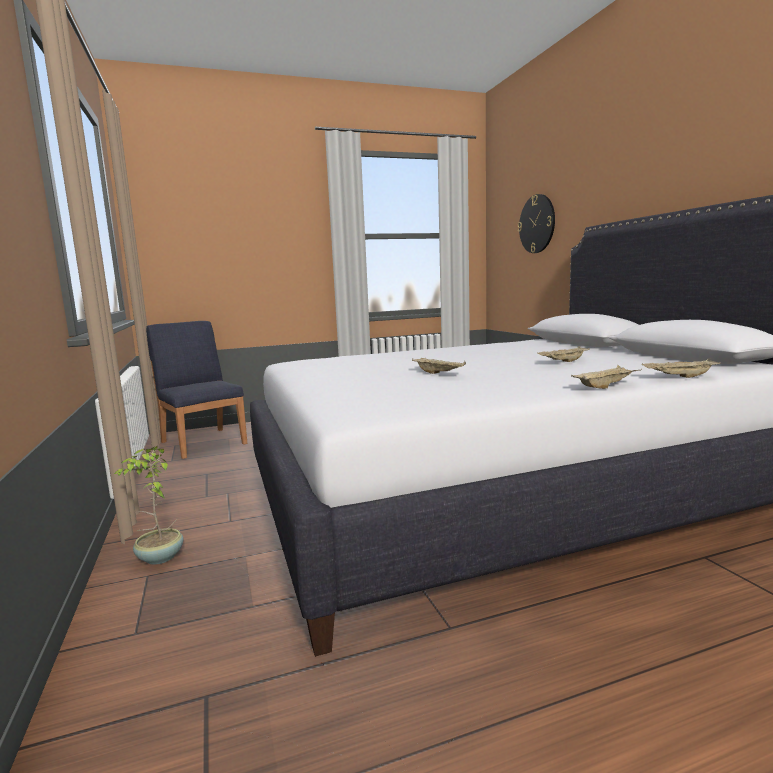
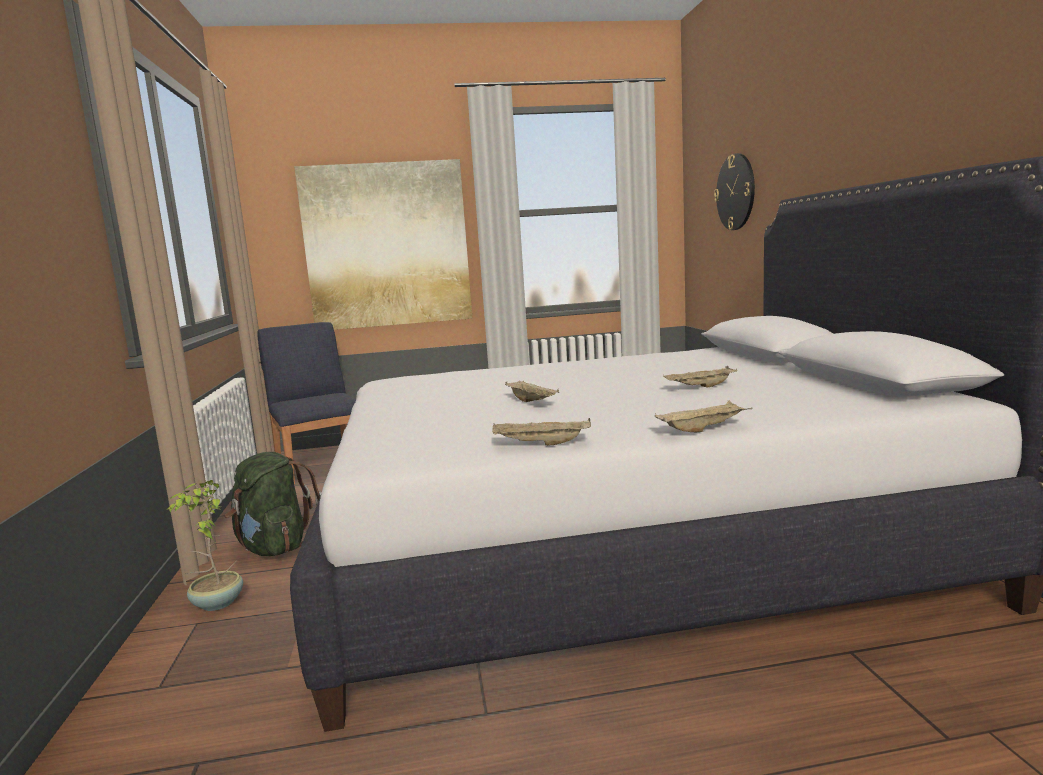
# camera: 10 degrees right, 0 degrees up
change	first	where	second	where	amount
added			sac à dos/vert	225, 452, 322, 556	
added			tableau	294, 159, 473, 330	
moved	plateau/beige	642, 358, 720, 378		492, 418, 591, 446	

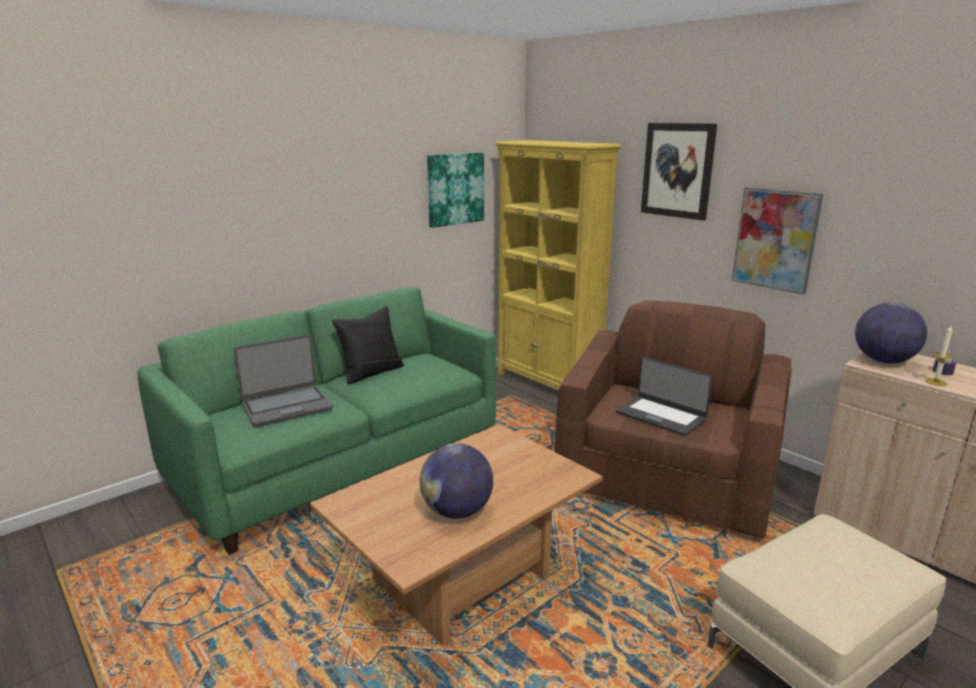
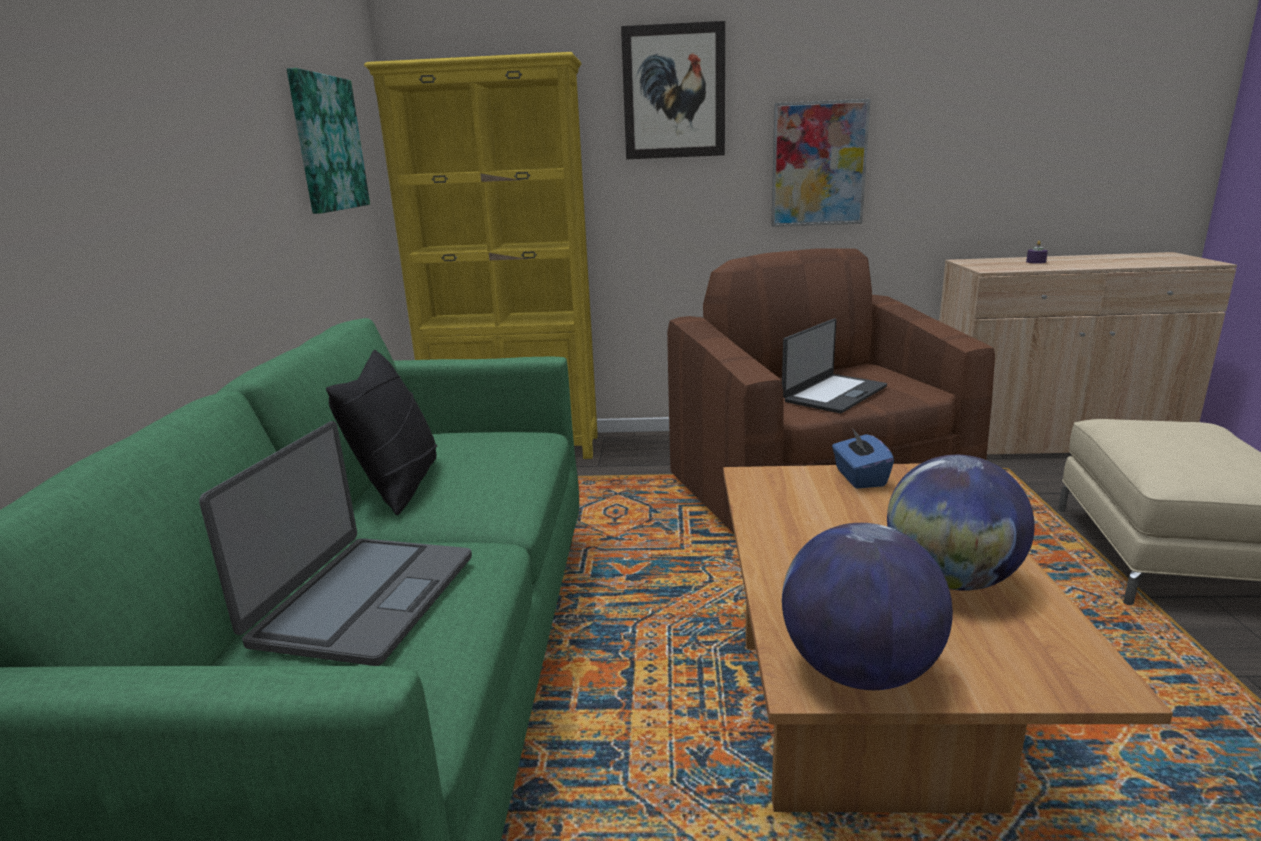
# camera: 45 degrees left, 0 degrees up
change	first	where	second	where	amount
removed	bougie	925, 326, 953, 386			
added			boîte à mouchoirs/bleu	832, 429, 894, 488	
moved	globe	855, 303, 927, 363		782, 523, 953, 690	
turned	ordinateur portable	616, 357, 713, 436		782, 319, 887, 414	45 degrees counterclockwise

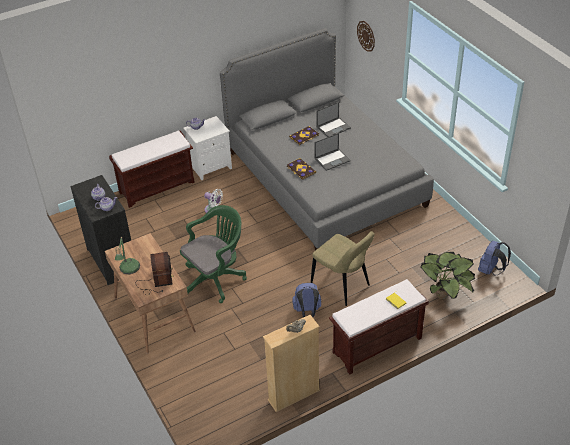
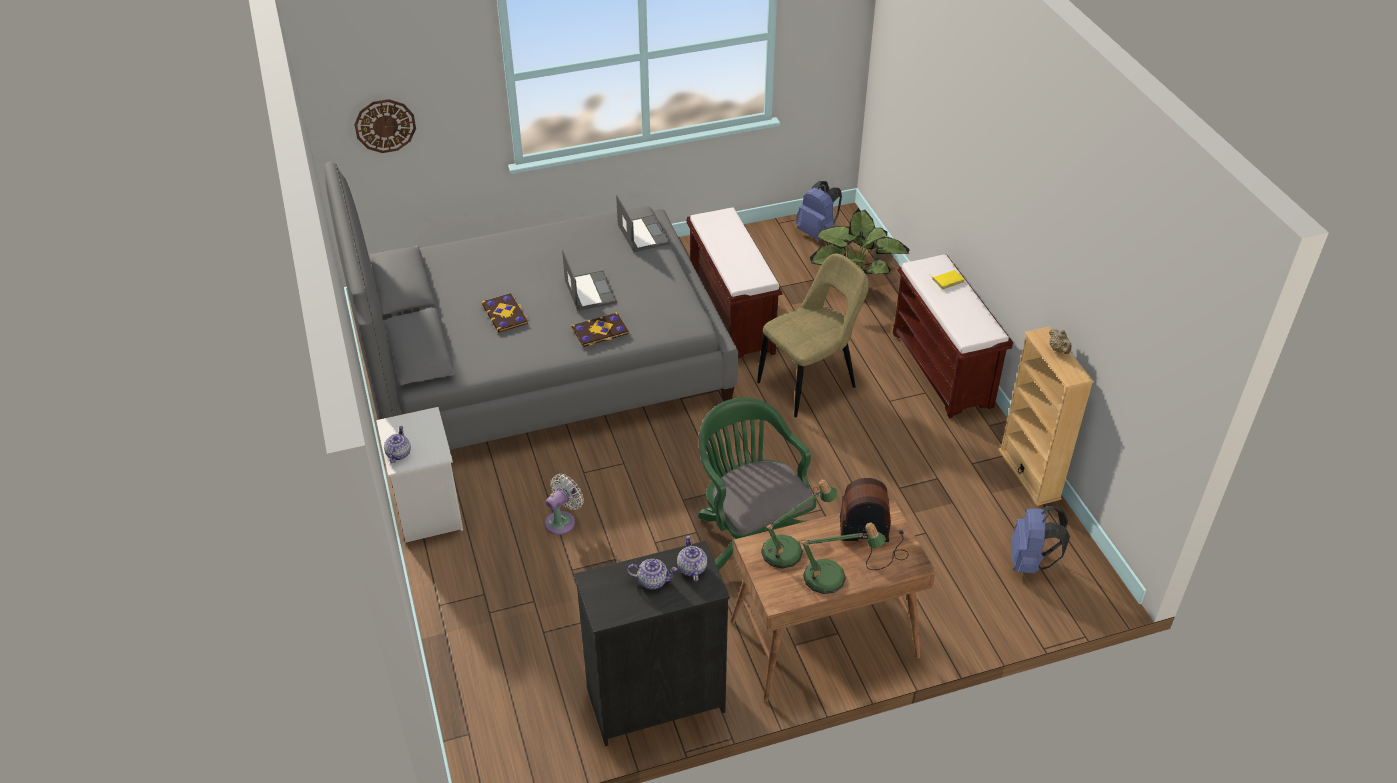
# camera: 80 degrees left, 0 degrees up
change	first	where	second	where	amount
added			lampe de table	761, 480, 838, 569	
moved	banc/marron	109, 130, 195, 208		687, 208, 782, 359	
moved	sac à dos/bleu	292, 283, 321, 317		1011, 506, 1070, 574	
moved	ordinateur portable	316, 102, 351, 137		616, 195, 670, 252	

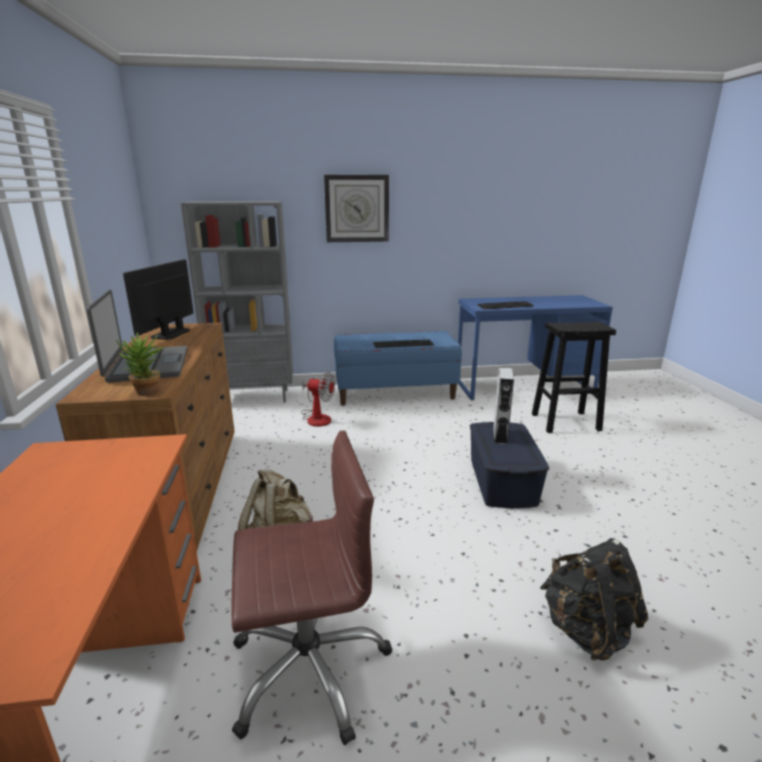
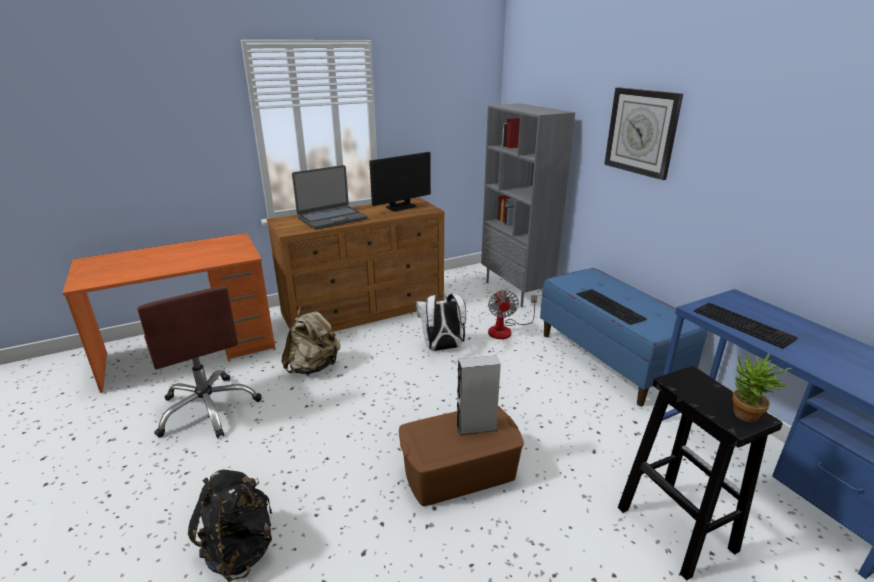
# camera: 70 degrees right, 5 degrees up
change	first	where	second	where	amount
added			sac à dos/blanc	416, 294, 466, 351	
moved	plante en pot	116, 333, 164, 396		732, 353, 792, 422	
recoloured	boîte de rangement/bleu	470, 422, 549, 508	boîte de rangement/marron	399, 406, 524, 506	
turned	écran d'ordinateur	123, 260, 194, 340		369, 152, 431, 211	150 degrees clockwise

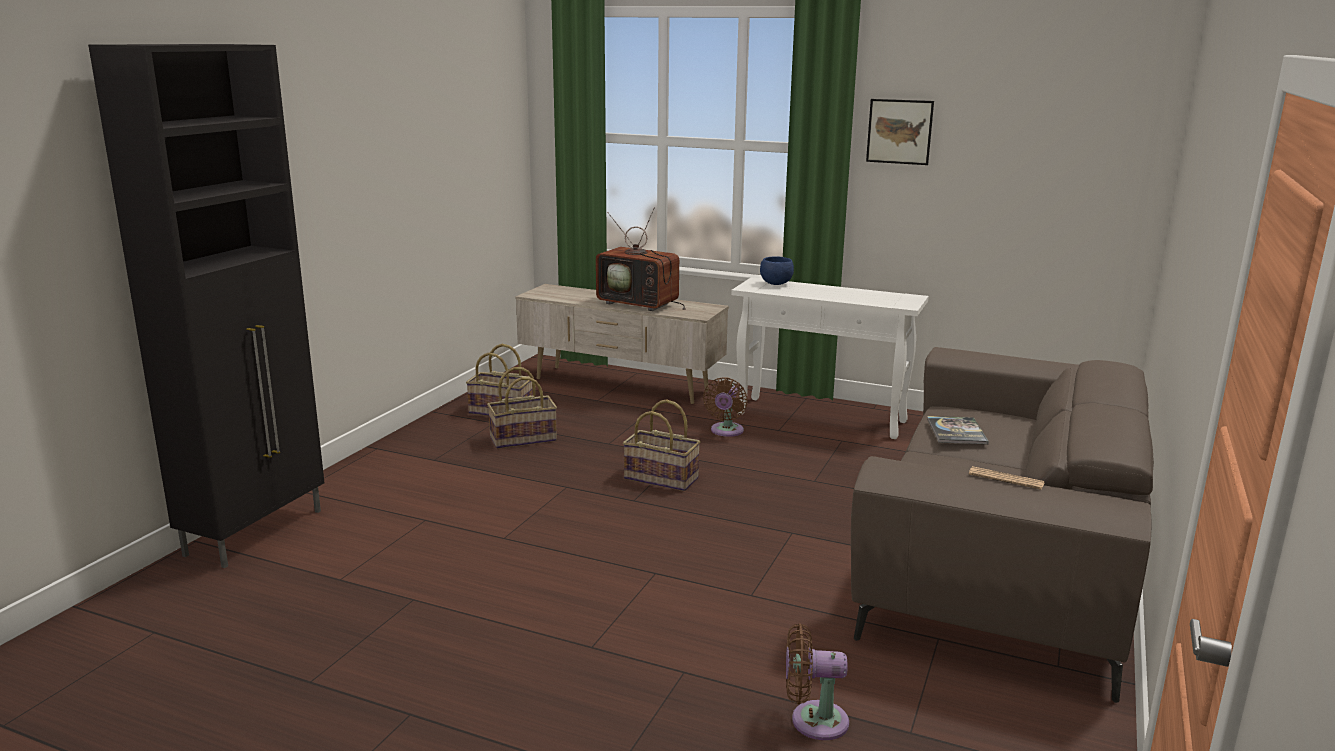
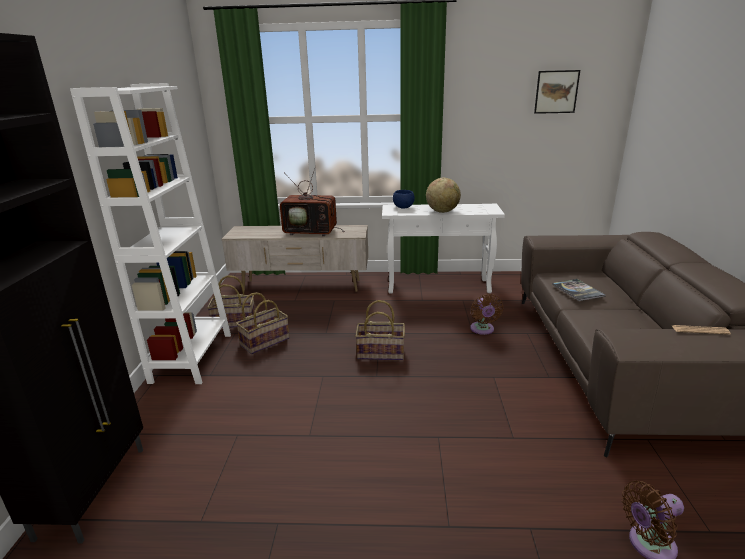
# camera: 20 degrees left, 5 degrees up
change	first	where	second	where	amount
added			bibliothèque/blanc	70, 83, 231, 384	
added			globe	426, 178, 461, 213	
moved	ventilateur/marron	703, 378, 748, 437		470, 294, 503, 335	
moved	tableau	866, 99, 934, 165		534, 70, 580, 114	

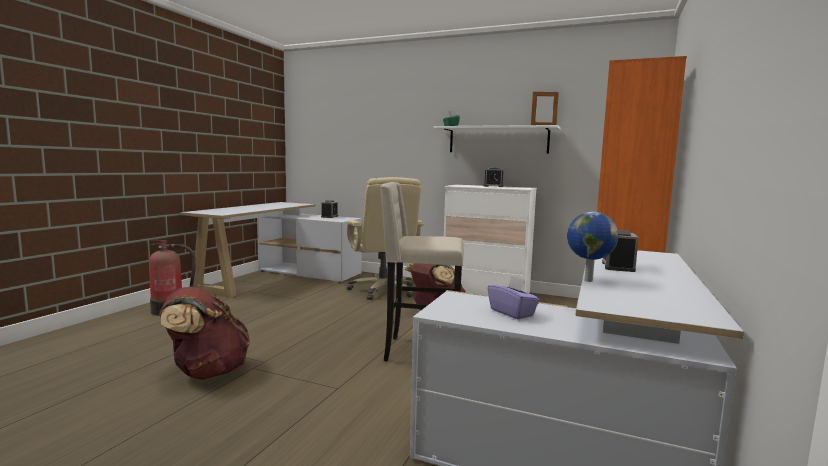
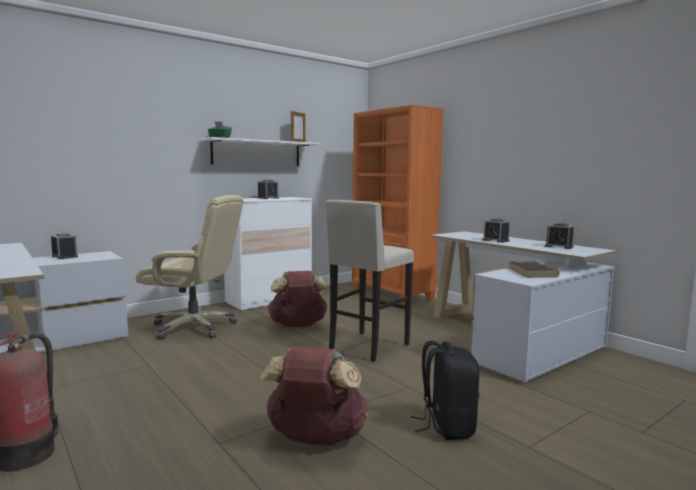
# camera: 60 degrees left, 0 degrees up
change	first	where	second	where	amount
removed	globe	567, 212, 618, 282			
added			sac à dos/noir	410, 341, 479, 440	
added			réveil	545, 223, 574, 249	
replaced	boîte à mouchoirs/violet	488, 275, 540, 319	livre/marron	508, 261, 559, 278	

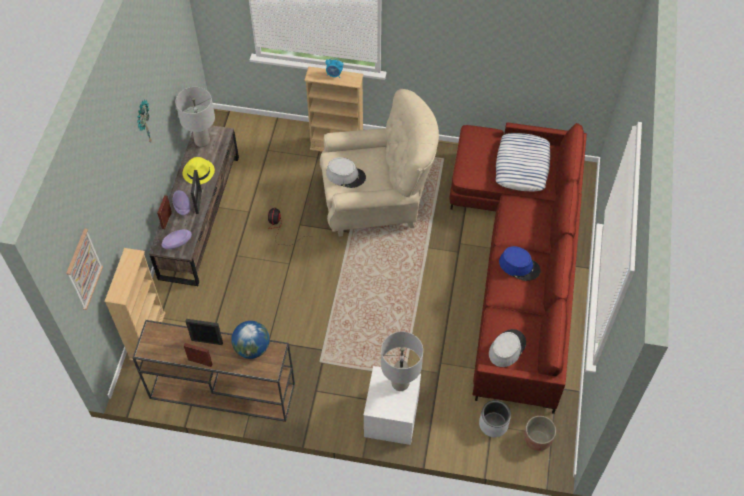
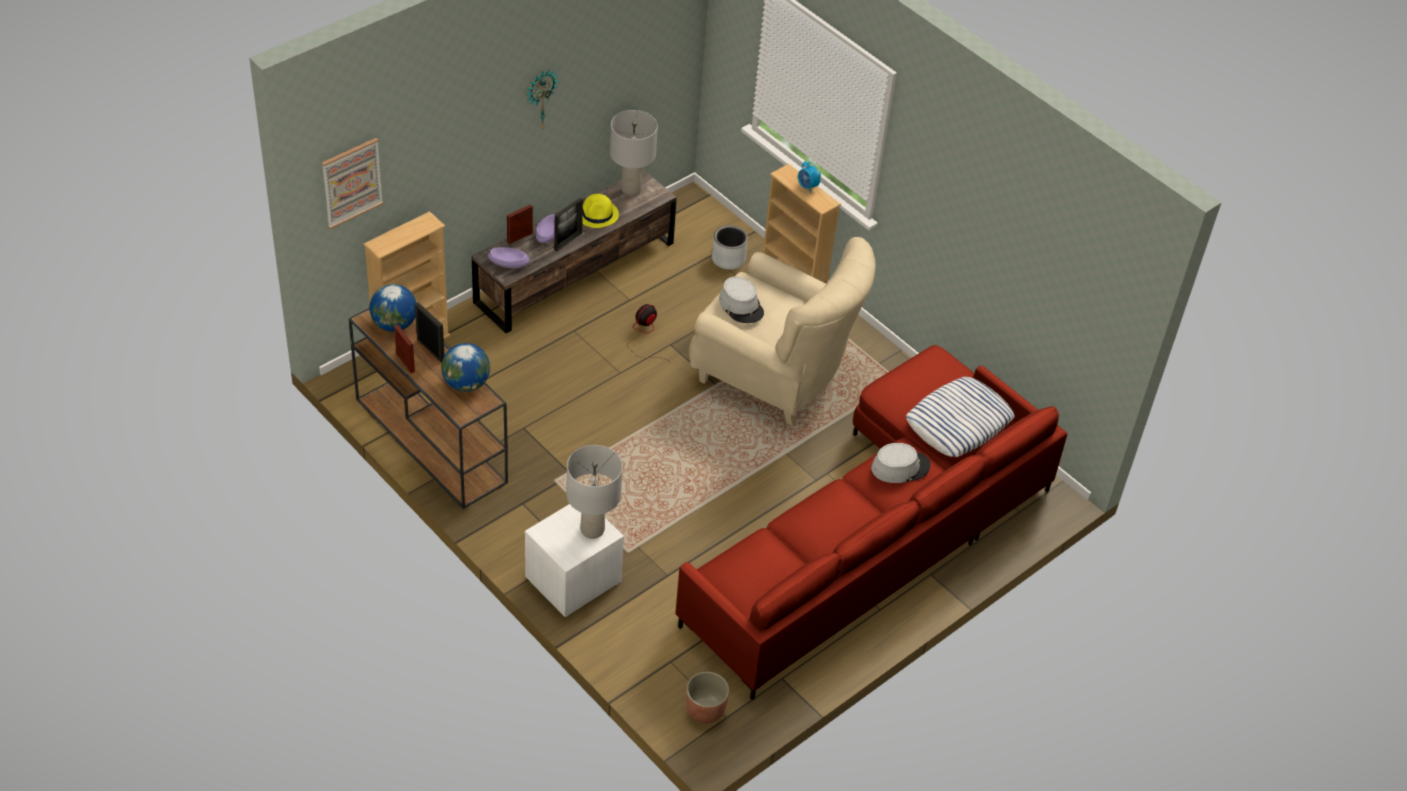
# camera: 35 degrees right, 10 degrees down
change	first	where	second	where	amount
removed	chapeau/bleu	499, 246, 541, 281			
added			globe	369, 284, 417, 332	
moved	cache-pot/gris	479, 400, 511, 437		712, 225, 748, 270	
moved	chapeau/gris	489, 329, 526, 367		871, 443, 931, 483	

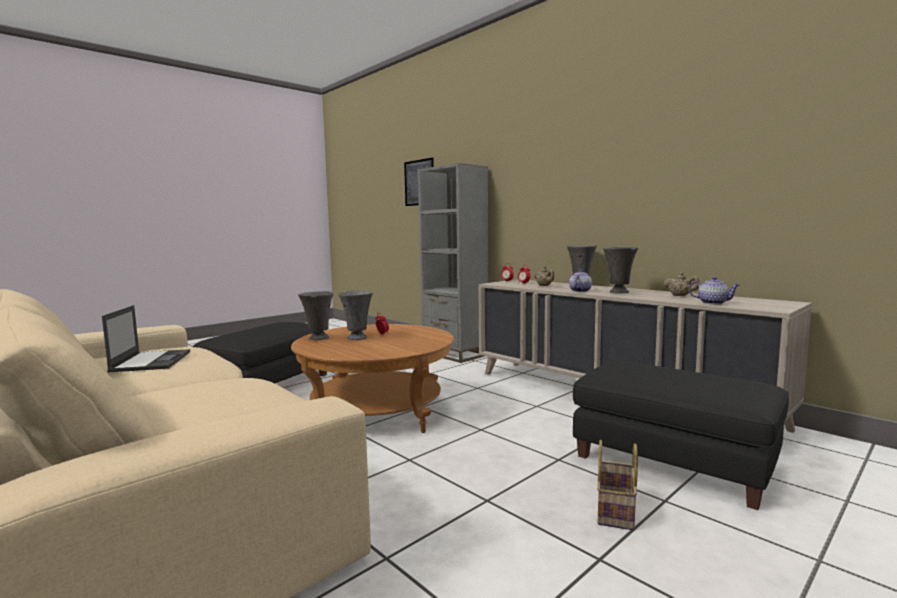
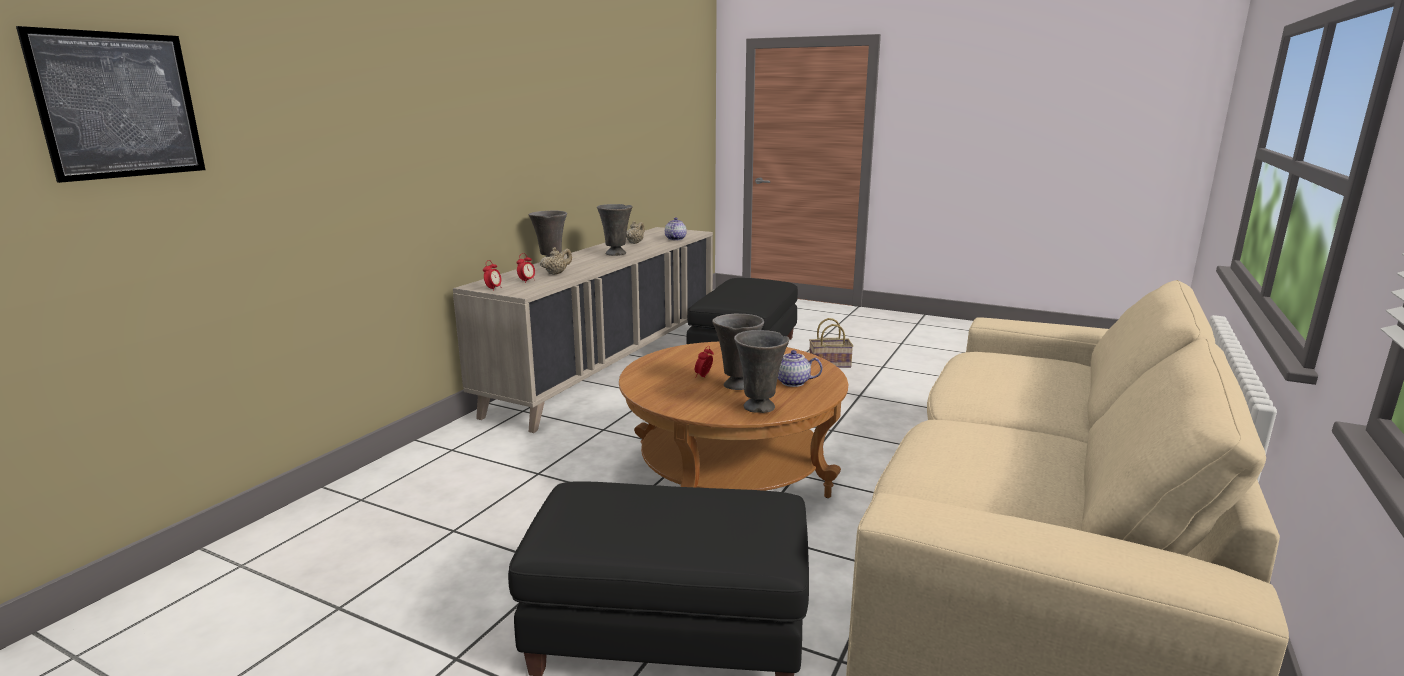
# camera: 110 degrees left, 10 degrees up
change	first	where	second	where	amount
removed	ordinateur portable	102, 305, 190, 373			
removed	bibliothèque/gris	418, 163, 488, 363			
moved	théière	569, 269, 592, 292		778, 350, 822, 387	

